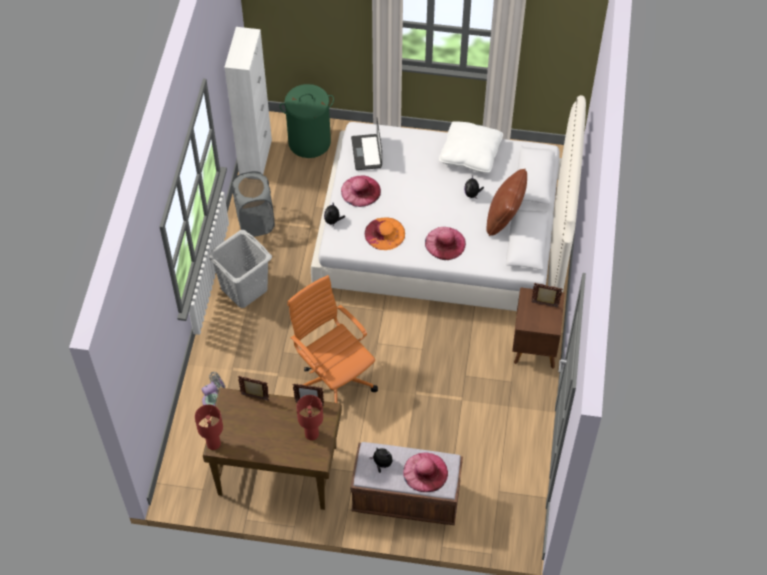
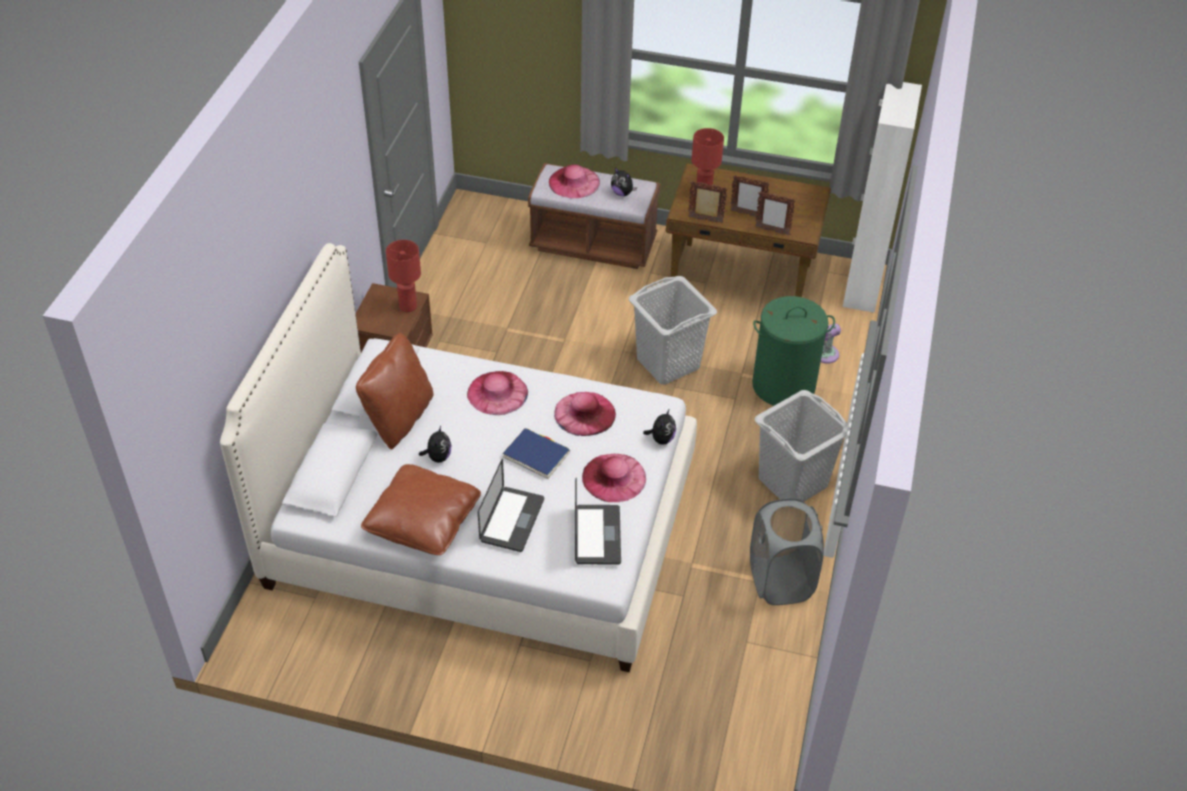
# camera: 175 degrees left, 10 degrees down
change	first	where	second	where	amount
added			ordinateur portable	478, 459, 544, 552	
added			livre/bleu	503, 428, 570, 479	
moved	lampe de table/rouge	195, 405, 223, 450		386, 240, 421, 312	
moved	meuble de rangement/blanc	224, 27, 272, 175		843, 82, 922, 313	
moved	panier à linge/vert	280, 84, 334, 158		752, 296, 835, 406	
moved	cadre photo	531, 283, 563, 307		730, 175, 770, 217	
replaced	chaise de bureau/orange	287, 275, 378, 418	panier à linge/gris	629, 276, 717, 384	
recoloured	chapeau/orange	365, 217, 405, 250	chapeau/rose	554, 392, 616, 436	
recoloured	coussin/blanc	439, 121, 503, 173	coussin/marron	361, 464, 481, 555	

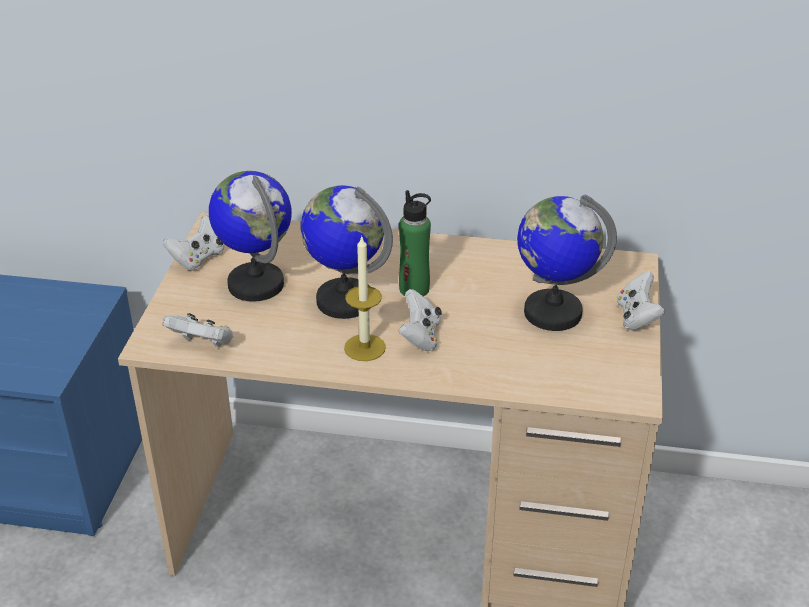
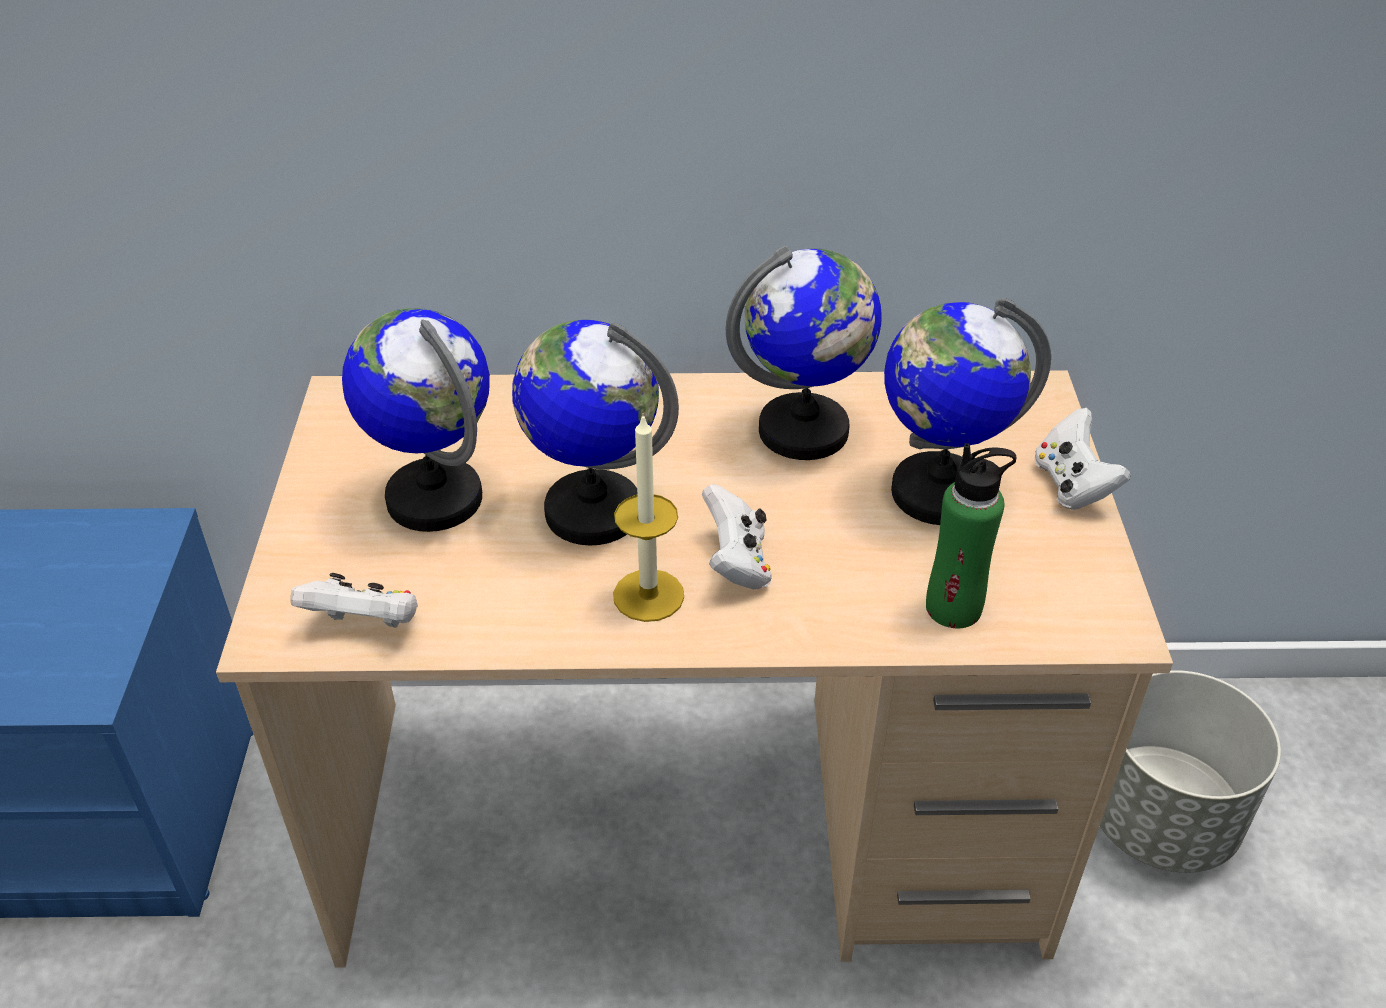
# camera: 10 degrees left, 5 degrees up
change	first	where	second	where	amount
removed	manette/blanc	163, 215, 225, 271			
added			globe	726, 246, 882, 460	
added			cache-pot/gris	1100, 670, 1281, 873	
moved	bouteille/vert	399, 190, 431, 296		926, 443, 1016, 628	

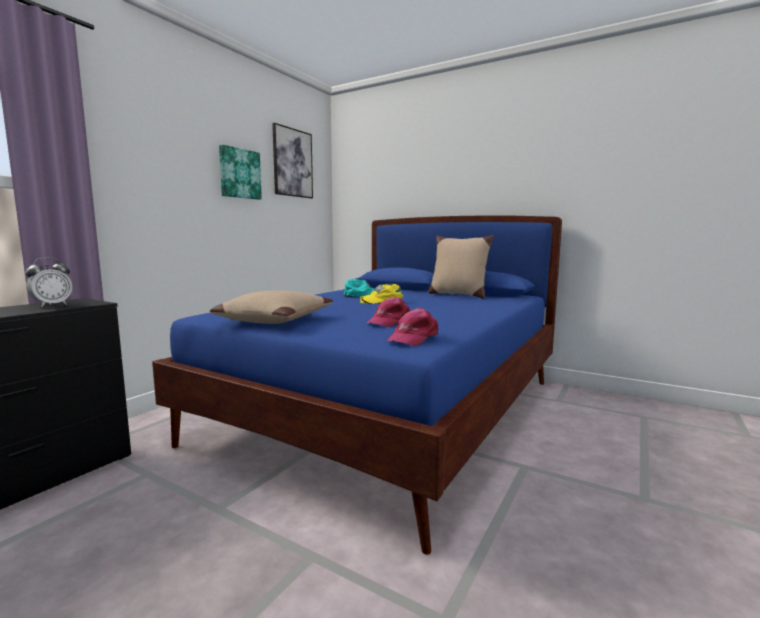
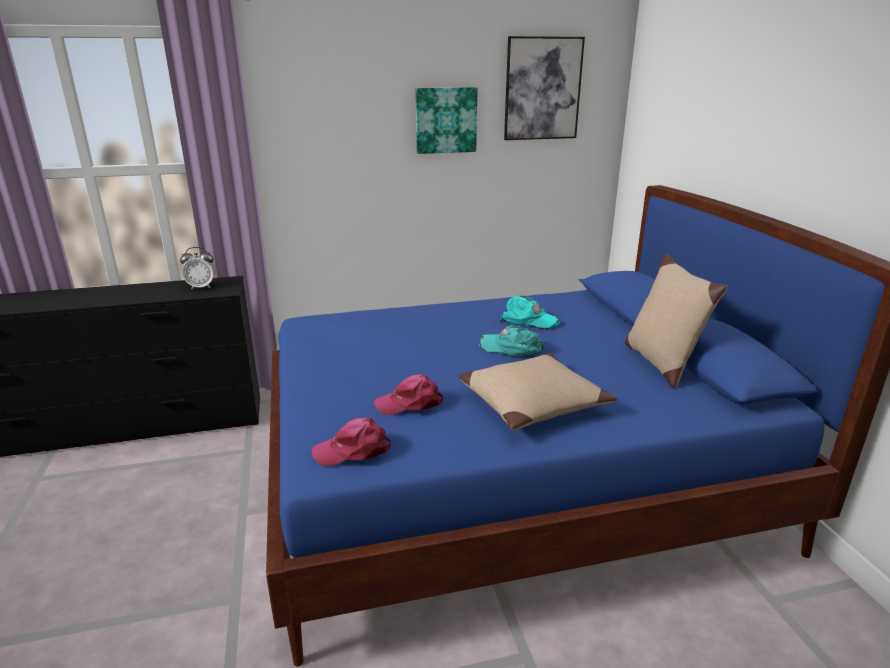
# camera: 45 degrees right, 15 degrees up
change	first	where	second	where	amount
moved	coussin/beige	210, 291, 333, 324		459, 353, 617, 431	
recoloured	casquette/jaune	360, 284, 403, 304	casquette/turquoise	479, 325, 544, 356	

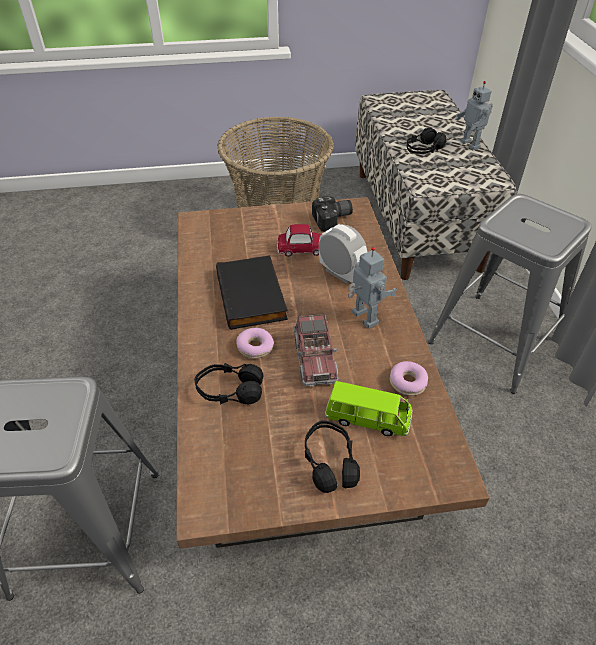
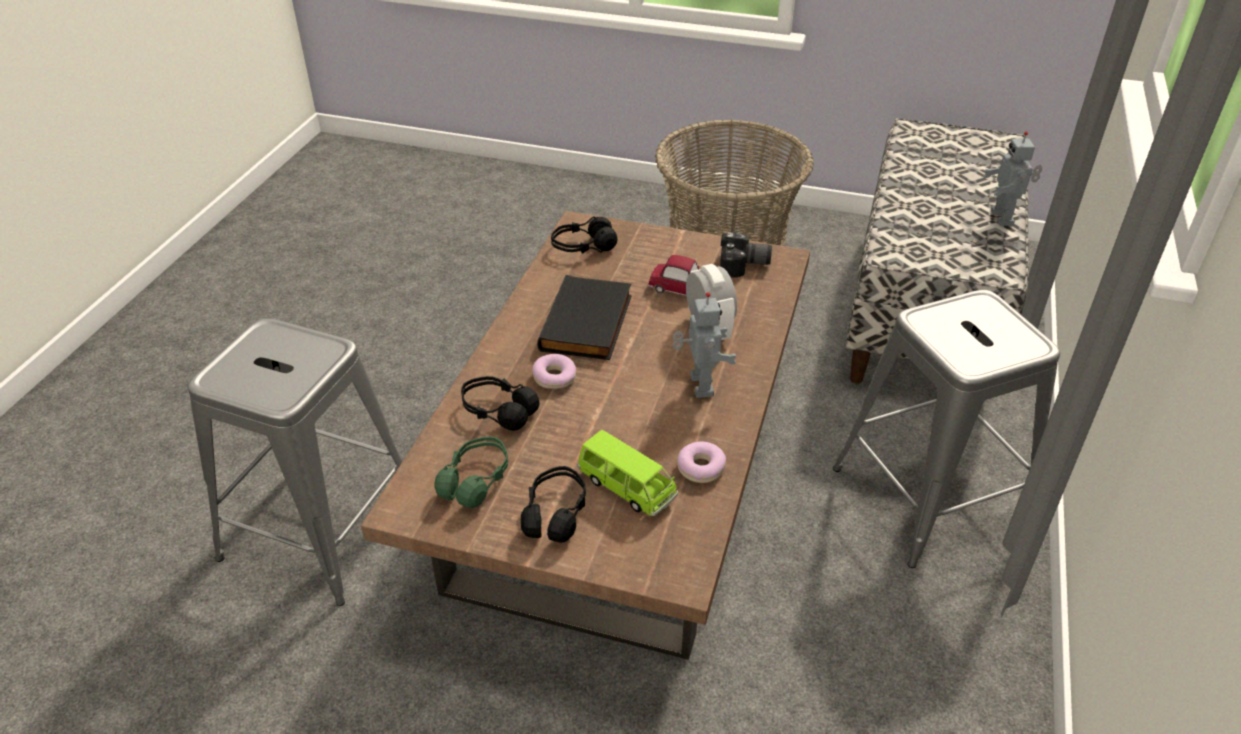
# camera: 25 degrees right, 5 degrees down
change	first	where	second	where	amount
removed	camion jouet	293, 313, 339, 387			
added			casque audio/vert	434, 437, 508, 508	
moved	casque audio/noir	407, 128, 447, 154		551, 216, 618, 253	

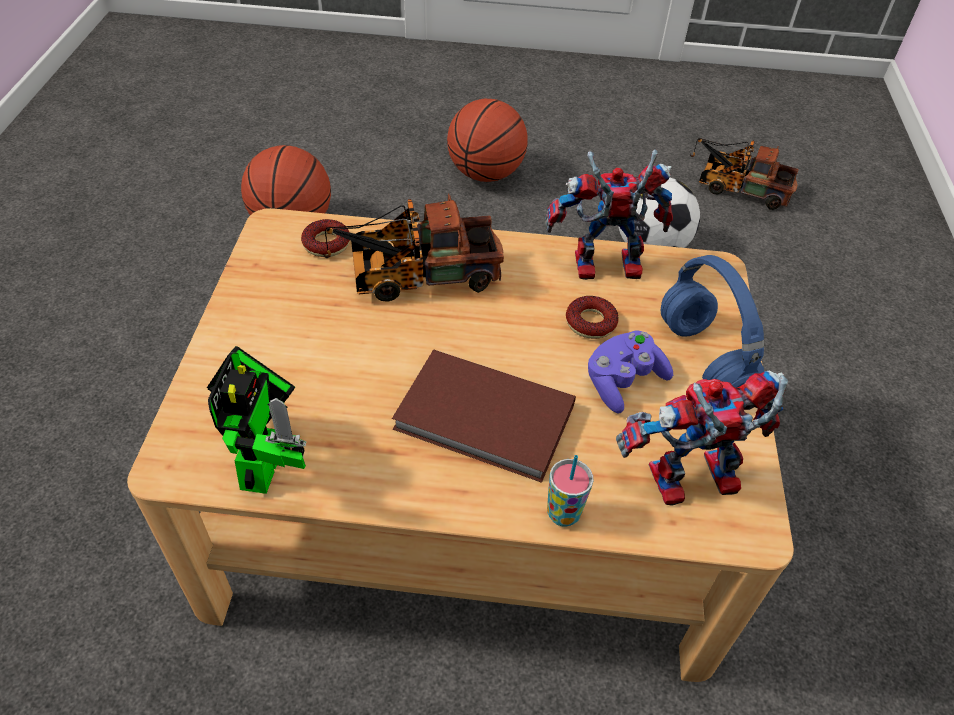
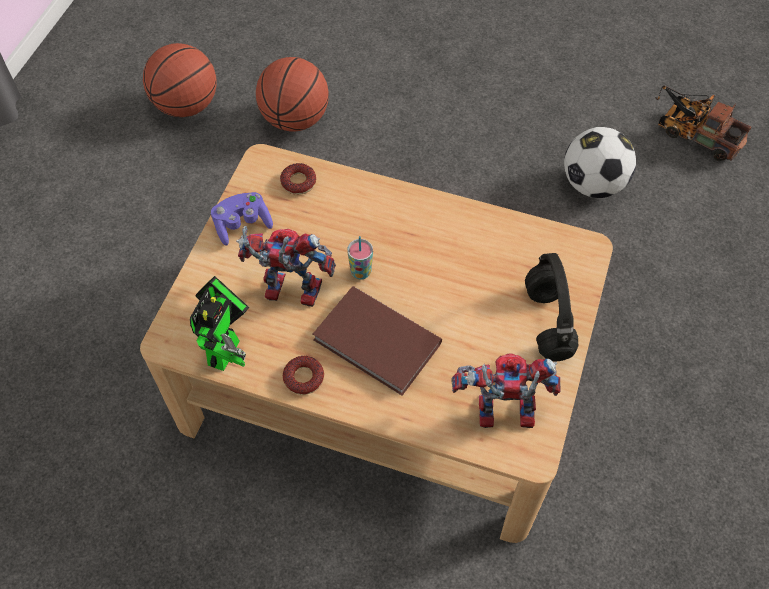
# camera: 15 degrees right, 10 degrees up
change	first	where	second	where	amount
removed	camion jouet	323, 193, 504, 302			
moved	ballon de basket	447, 99, 528, 182		143, 43, 217, 117	
moved	robot jouet	545, 150, 673, 280		236, 226, 336, 307	
moved	tasse	547, 455, 594, 527		347, 236, 373, 280	
moved	beignet	566, 296, 618, 339		283, 356, 324, 395	
moved	manette/violet	588, 330, 673, 413		211, 192, 273, 246	
recoloured	casque audio/bleu	661, 255, 764, 388	casque audio/noir	525, 253, 579, 362	

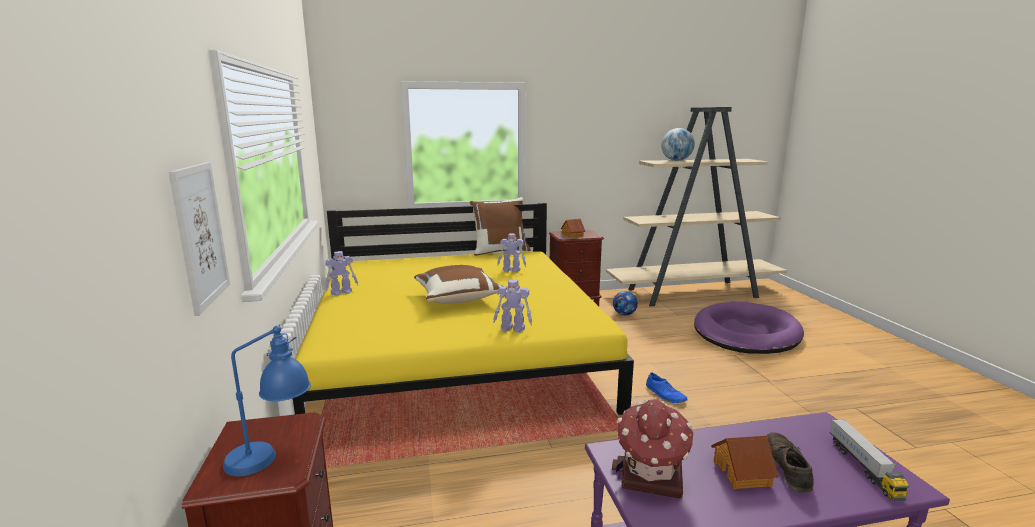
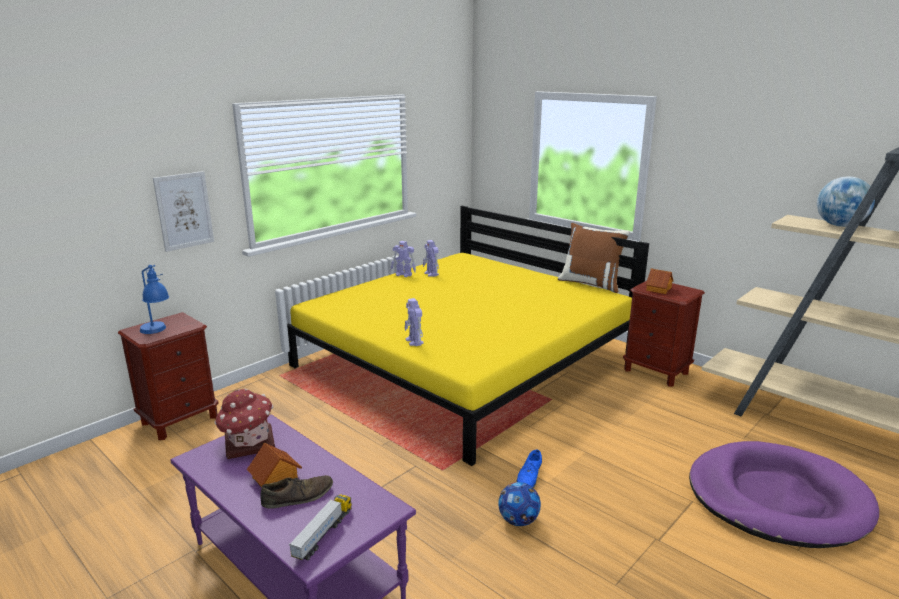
# camera: 55 degrees right, 5 degrees up
change	first	where	second	where	amount
removed	coussin/marron	414, 265, 502, 304			
moved	robot jouet	497, 233, 526, 272		423, 240, 439, 277	
moved	ballon de foot	613, 291, 638, 315		498, 482, 541, 526	
turned	camion jouet	830, 420, 909, 501		289, 494, 352, 560	150 degrees clockwise

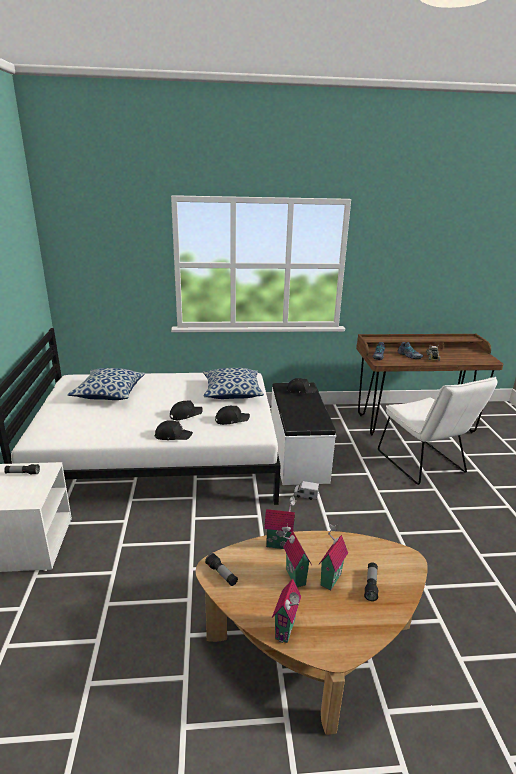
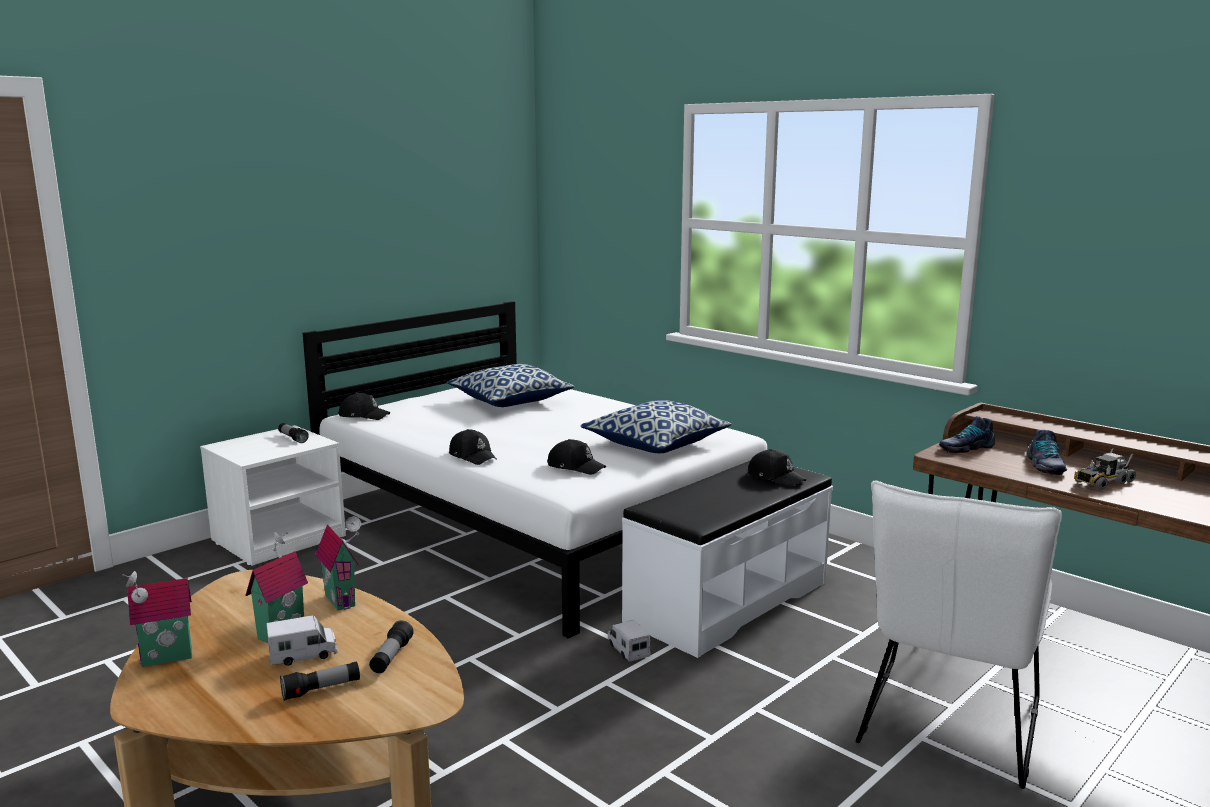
# camera: 50 degrees right, 10 degrees down
change	first	where	second	where	amount
moved	casquette/noir	170, 400, 203, 420		338, 393, 391, 420	
moved	lampe de poche	205, 553, 238, 586		369, 620, 414, 673	
replaced	maison miniature	318, 524, 348, 590	camion jouet	266, 615, 337, 666	

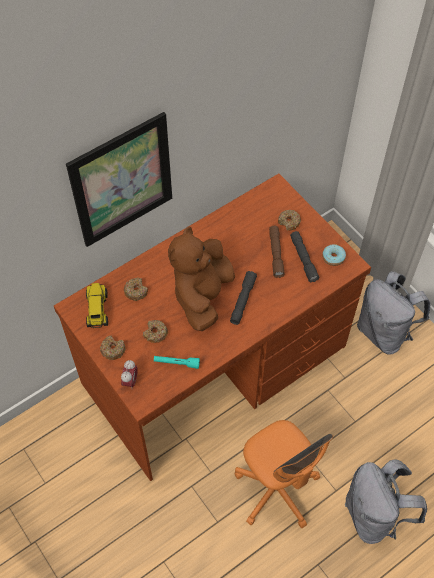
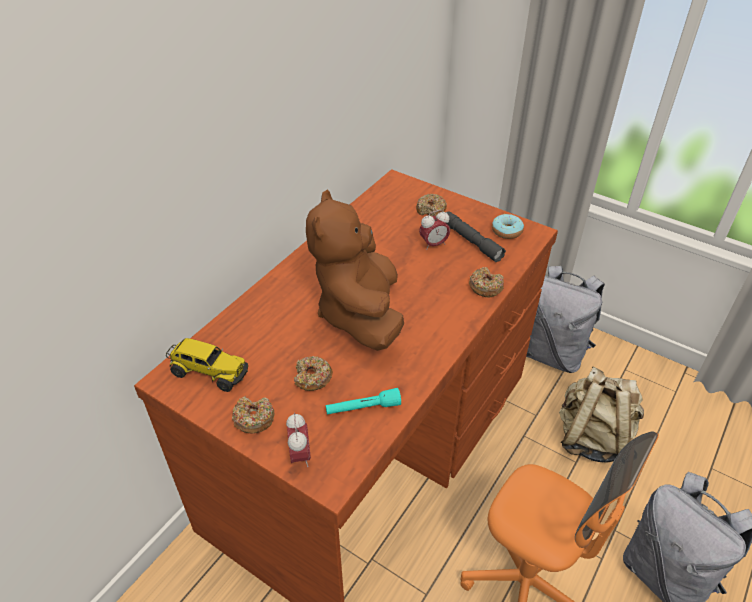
# camera: 20 degrees left, 15 degrees down
change	first	where	second	where	amount
removed	tableau	66, 112, 172, 247			
removed	lampe de poche/gris	230, 271, 257, 325			
added			sac à dos/beige	559, 367, 644, 463	
moved	beignet	124, 277, 148, 301		469, 267, 504, 297	
replaced	lampe de poche/marron	269, 226, 285, 278	réveil	419, 210, 450, 250	
turned	camion jouet	86, 283, 108, 328		166, 338, 248, 392	135 degrees clockwise

